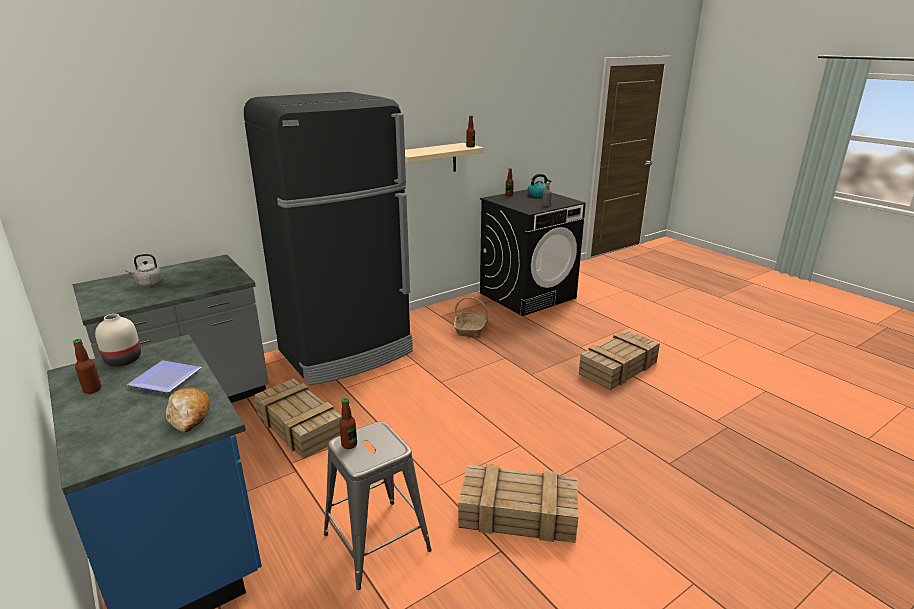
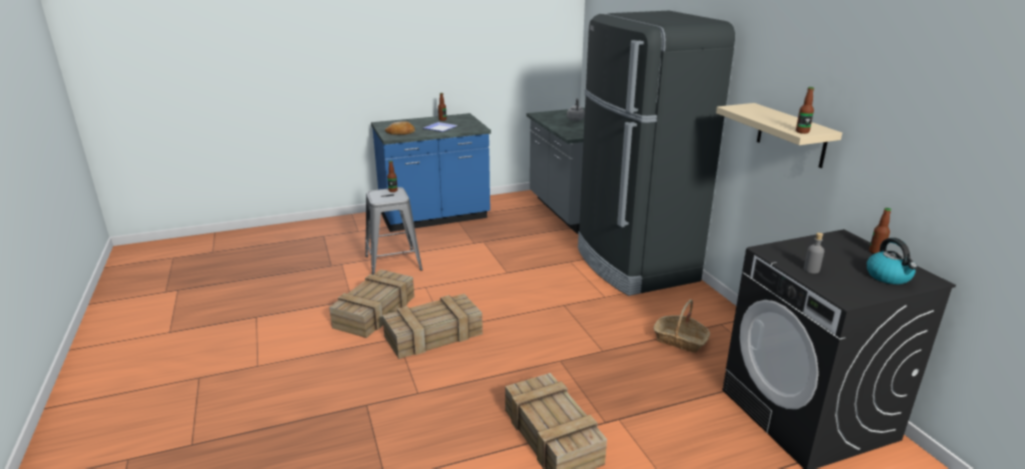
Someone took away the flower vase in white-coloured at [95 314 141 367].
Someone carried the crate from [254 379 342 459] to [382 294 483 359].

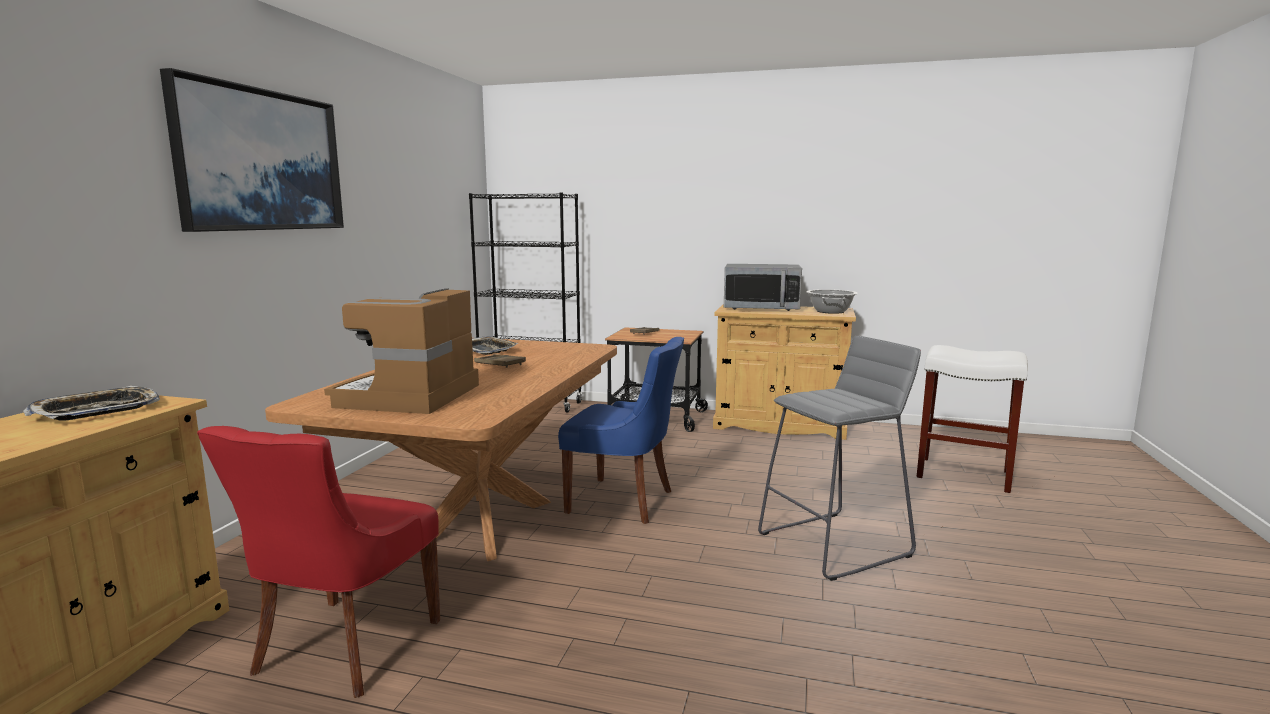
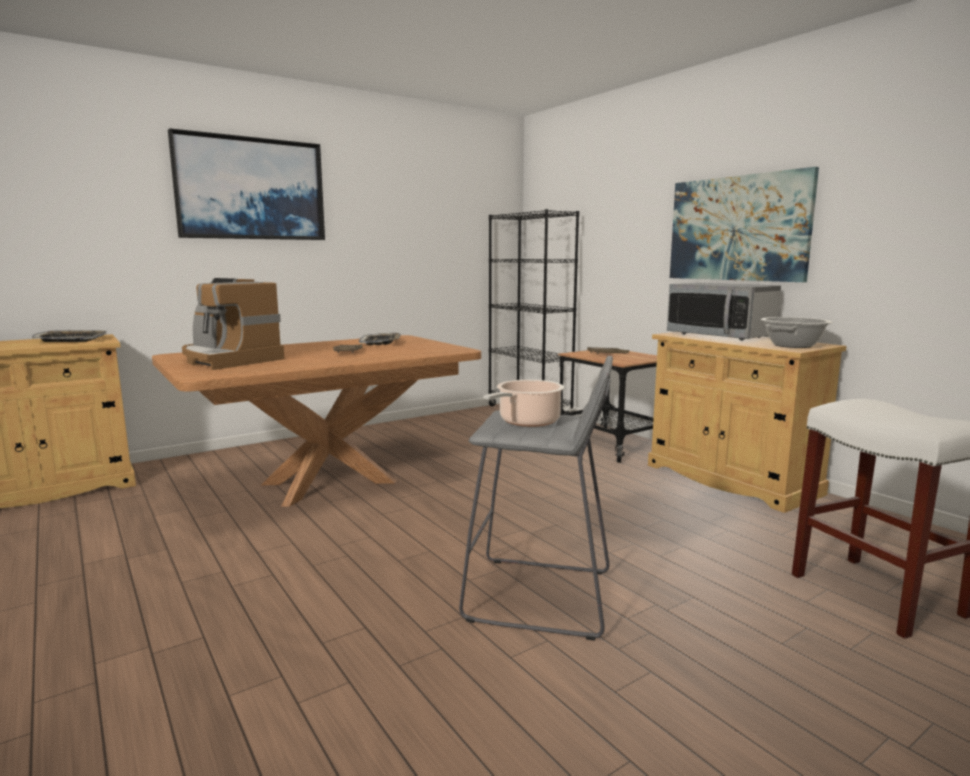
Someone took away the chair in red at [197 426 440 698].
Someone took away the chair in blue at [558 337 684 524].
Someone put down the stockpot at [483 380 564 427].
Someone put up the wall picture at [670 167 819 282].
Someone rotated the coffee machine at [324 288 479 414] by 105 degrees counterclockwise.

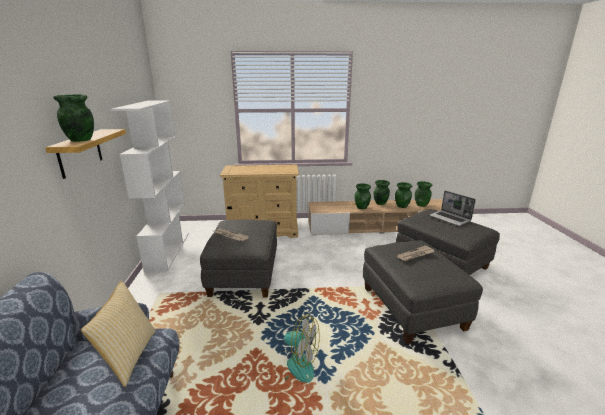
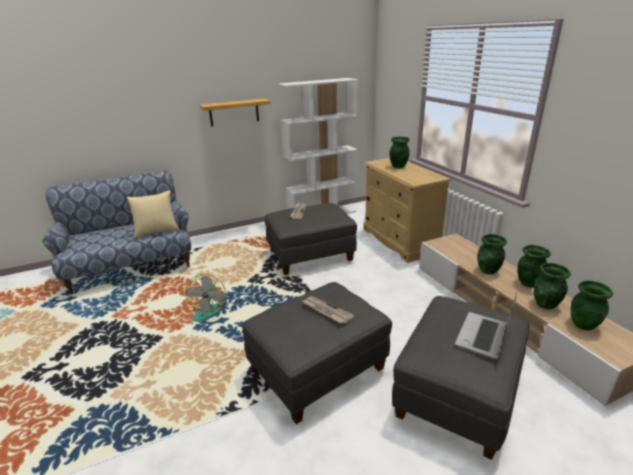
Someone carried the flower vase in green-coloured from [53 94 94 142] to [390 137 410 168].

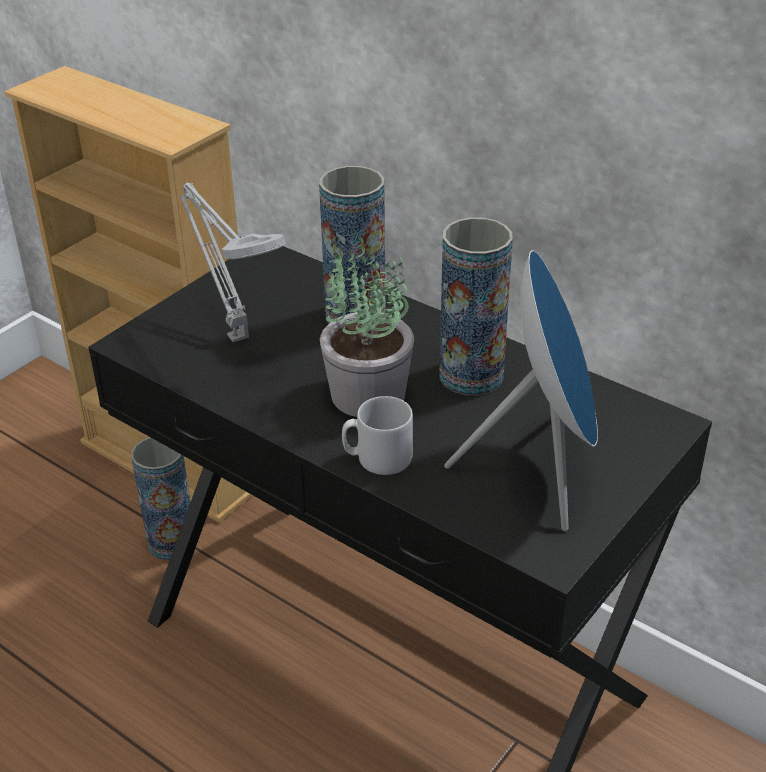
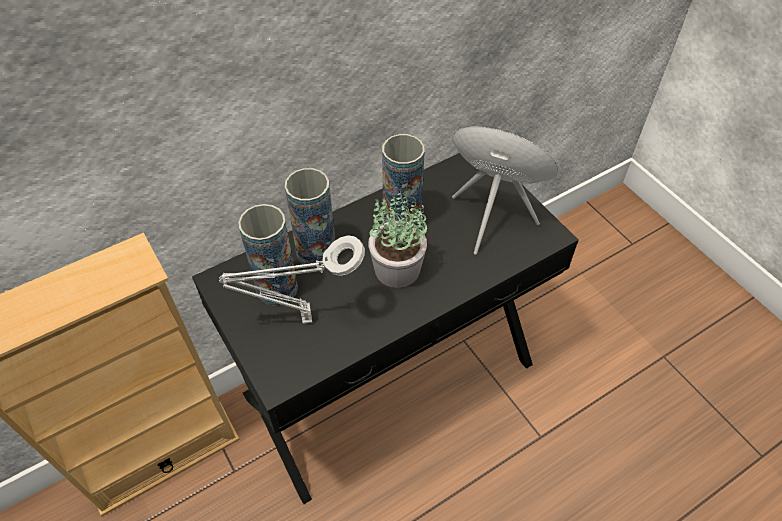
Someone took away the coffee mug in grey at [342 396 413 475].
Someone carried the flower vase from [131 437 191 560] to [238 204 298 306].

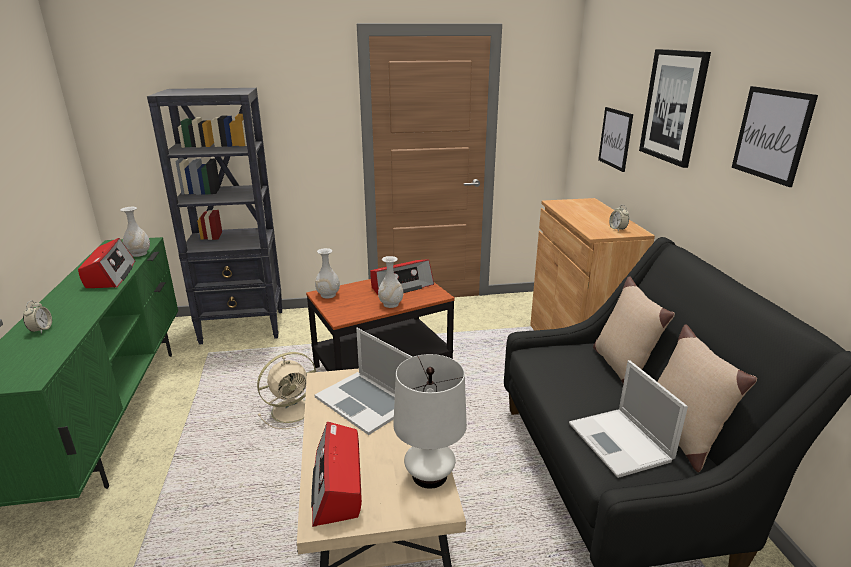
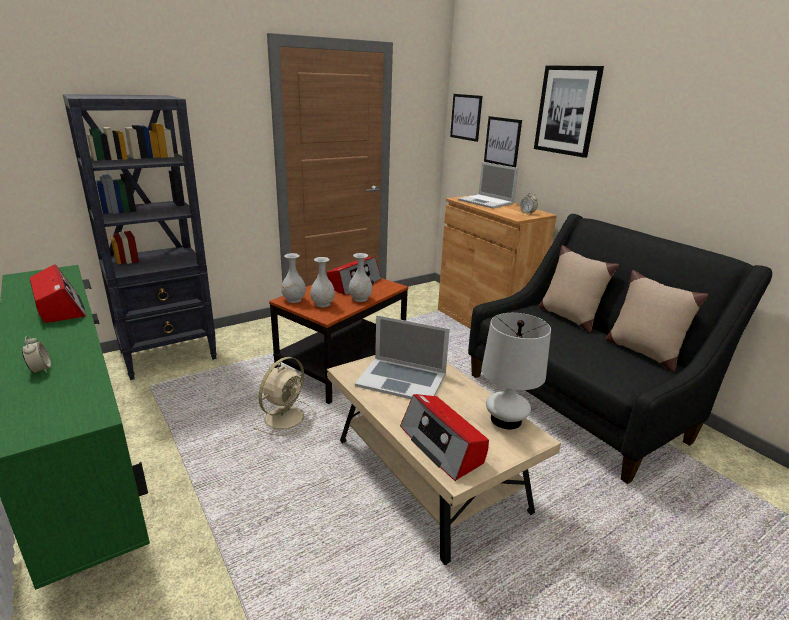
Someone carried the flower vase in white-coloured from [120 207 150 257] to [310 257 335 307].
Someone carried the notebook computer from [569 360 688 478] to [458 162 519 209].
Someone carried the wall picture from [732 86 818 187] to [450 94 482 142].

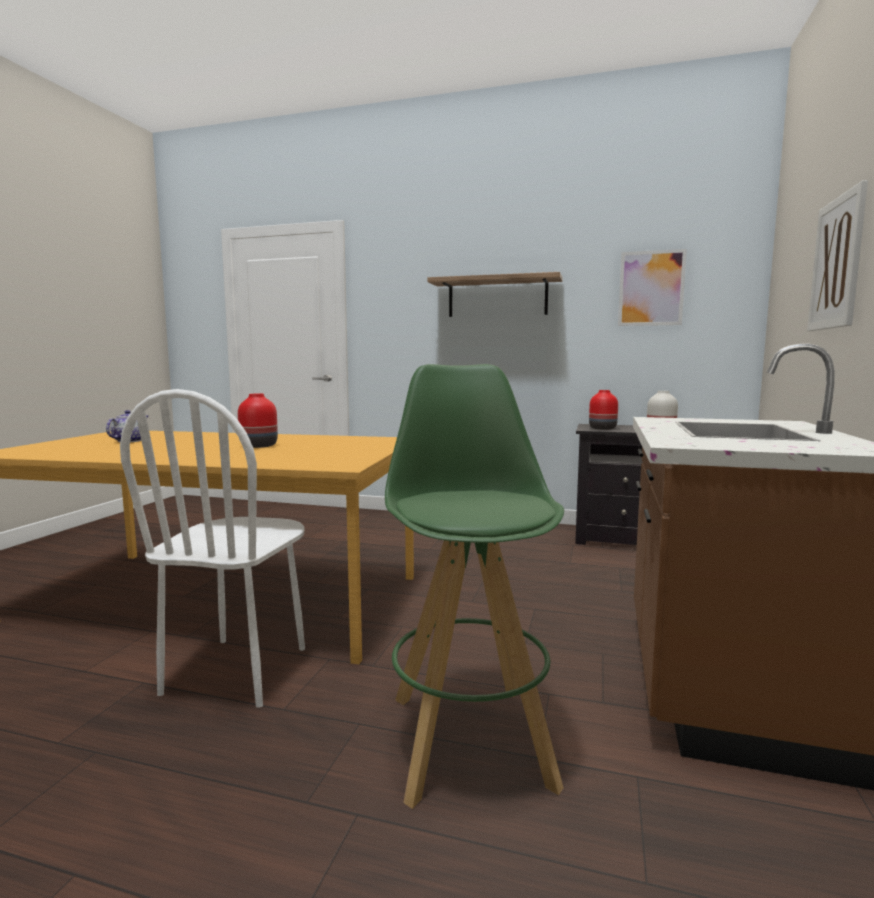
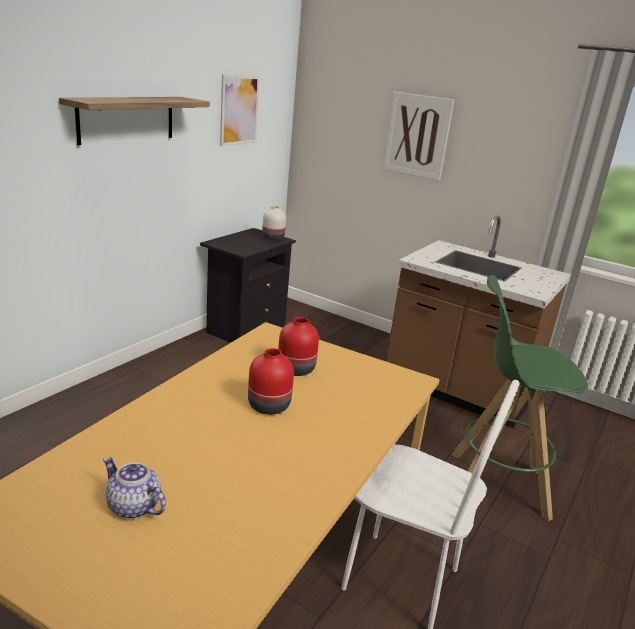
Someone carried the flower vase in red from [589 390 618 430] to [278 317 319 376].

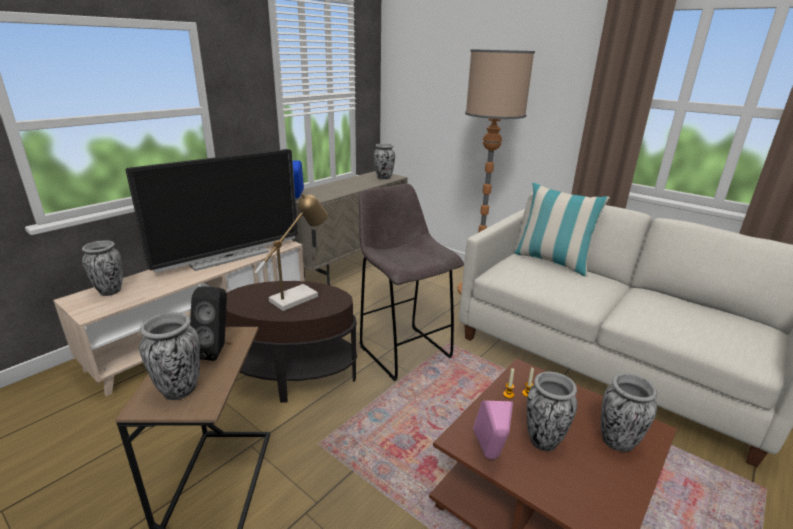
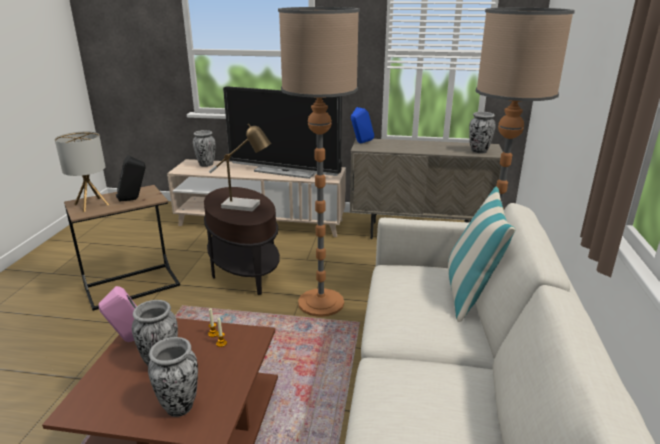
Someone swapped the flower vase at [139 312 200 400] for the tabletop lamp at [55 131 109 212].
Someone swapped the stool in grey at [359 184 464 381] for the standard lamp at [278 7 360 317].

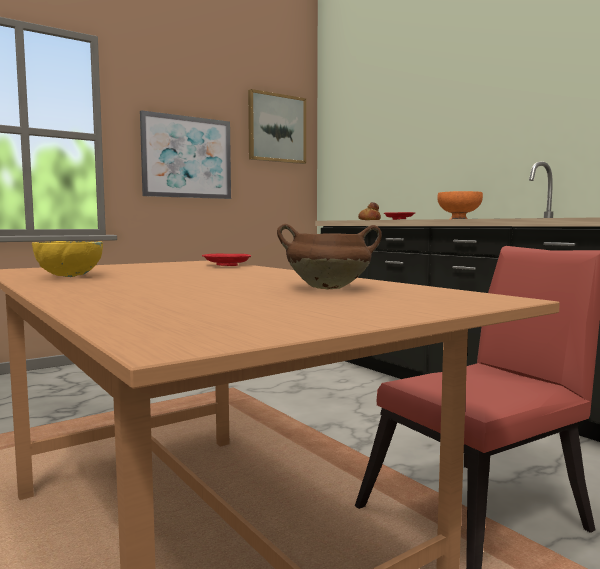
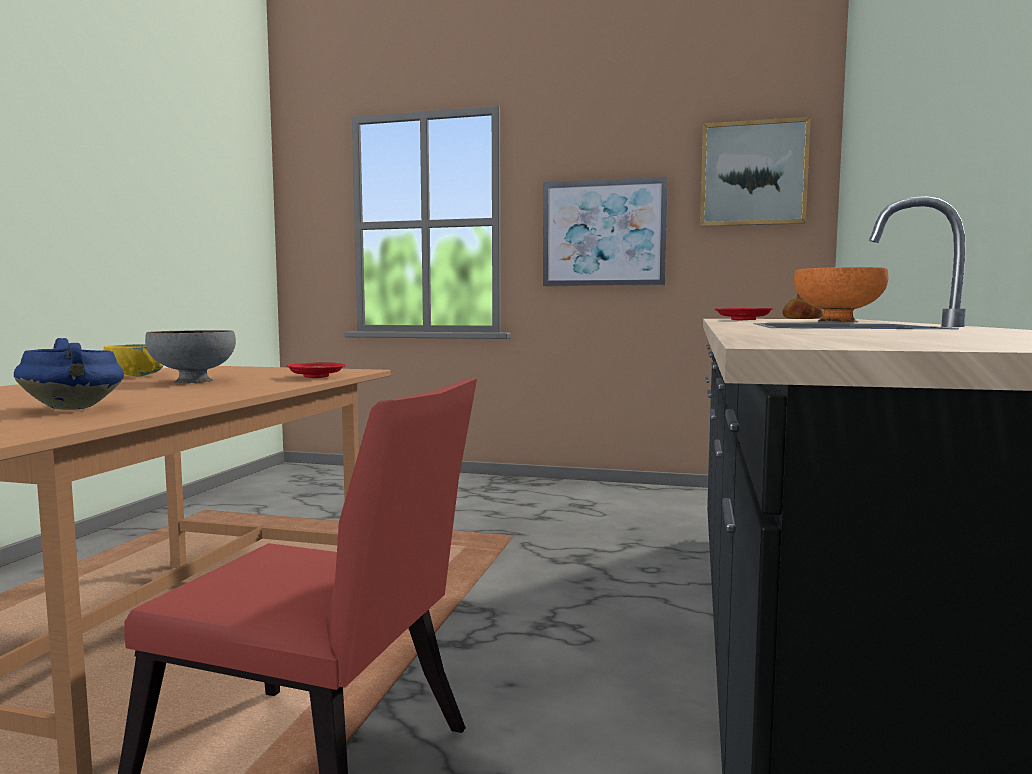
Someone put down the serving bowl in grey at [145 330 236 383].
Someone repainted the stockpot in brownish at [277 224 382 290], which became the stockpot in blue at [14 338 124 410].

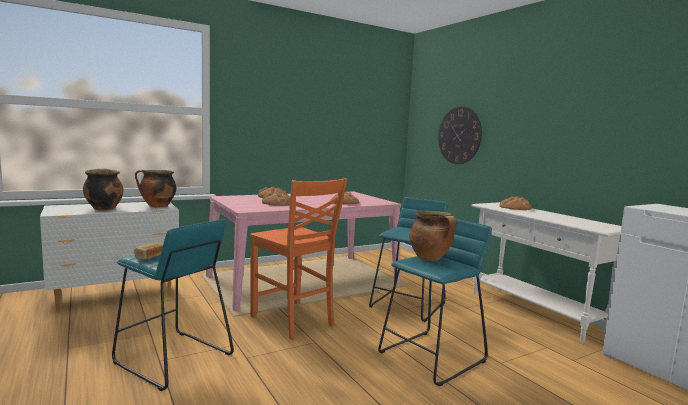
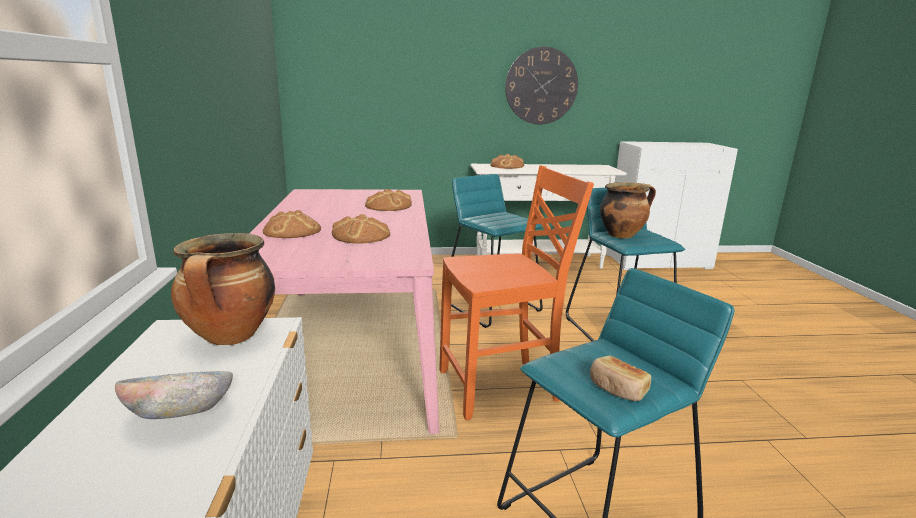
Someone carried the wall clock from [438 106 482 164] to [505 47 578 124].
Someone swapped the stockpot at [83 169 124 211] for the serving bowl at [115 371 233 419].

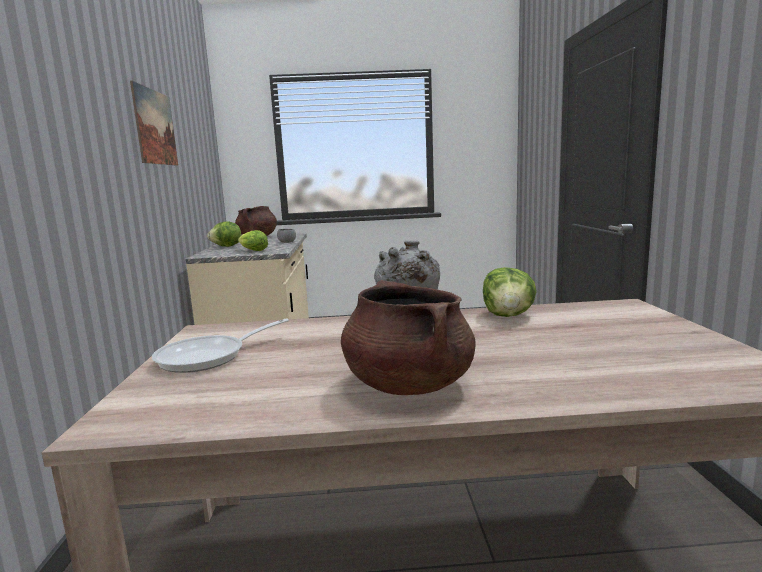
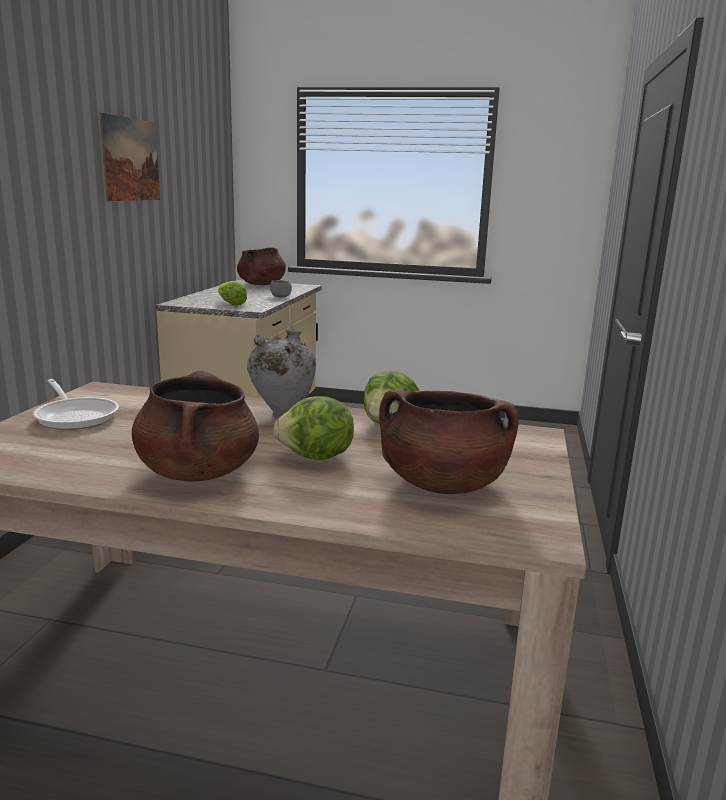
Someone put down the stockpot in brownish at [379 390 518 494].
Someone carried the lettuce from [207 221 241 247] to [273 396 354 460].
Someone rotated the frying pan at [152 318 289 373] by 105 degrees counterclockwise.

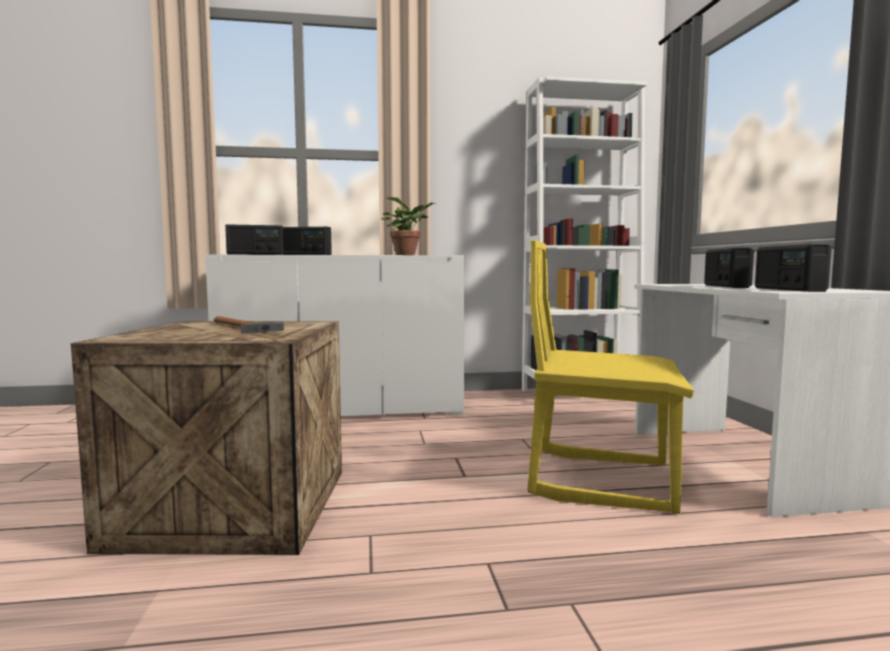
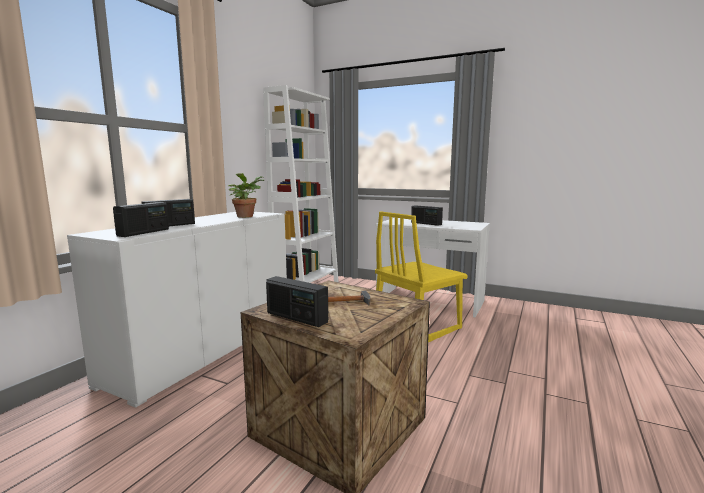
Someone carried the radio from [755 244 832 292] to [266 276 328 327].

